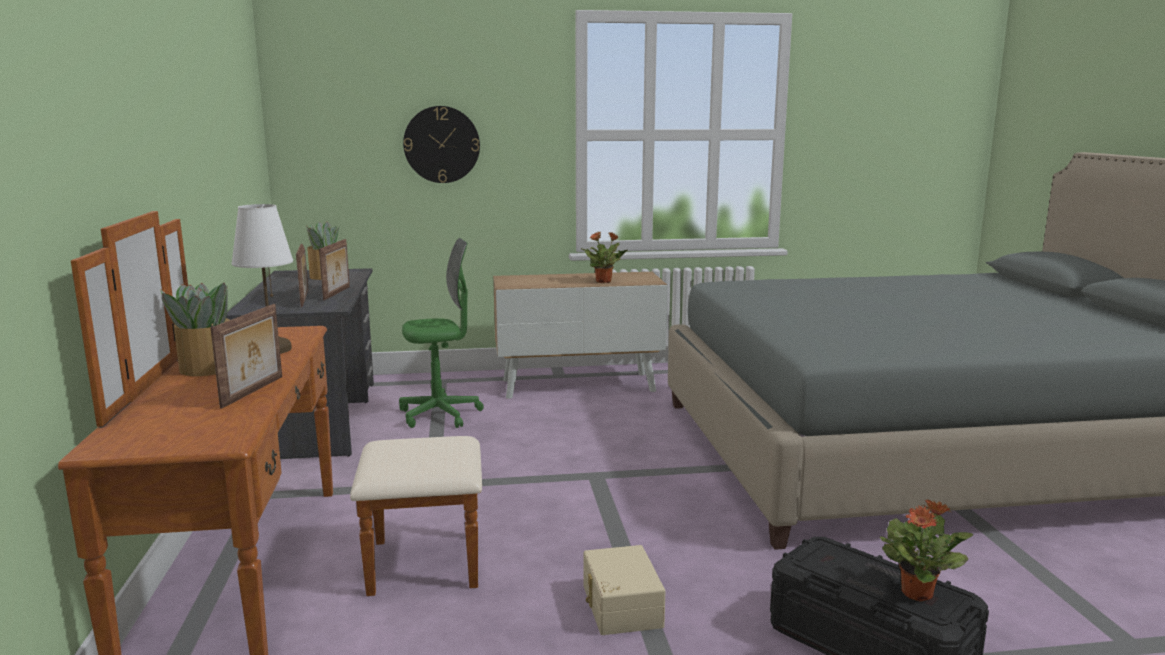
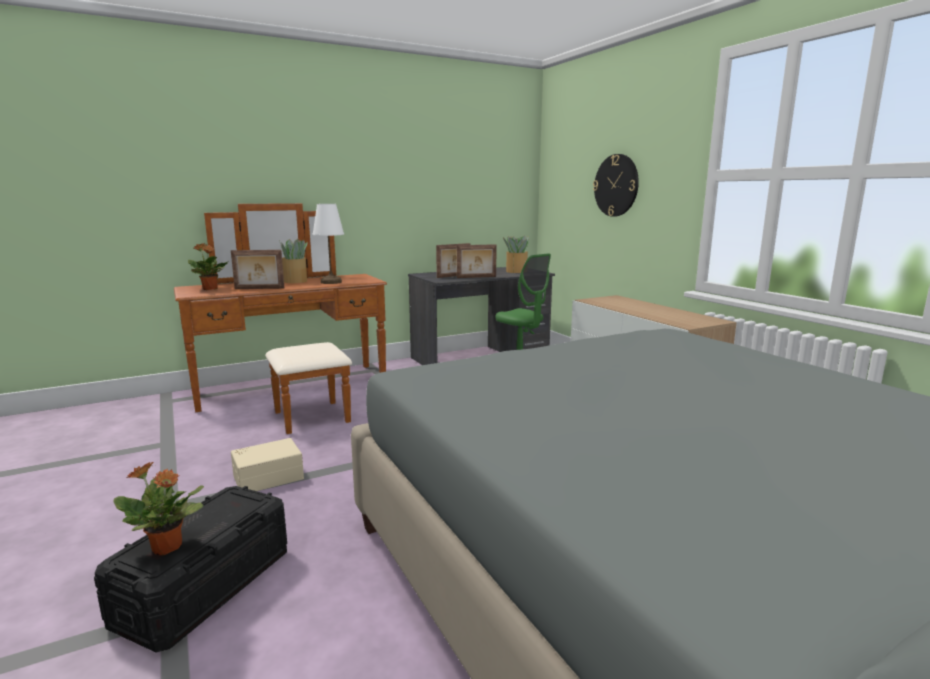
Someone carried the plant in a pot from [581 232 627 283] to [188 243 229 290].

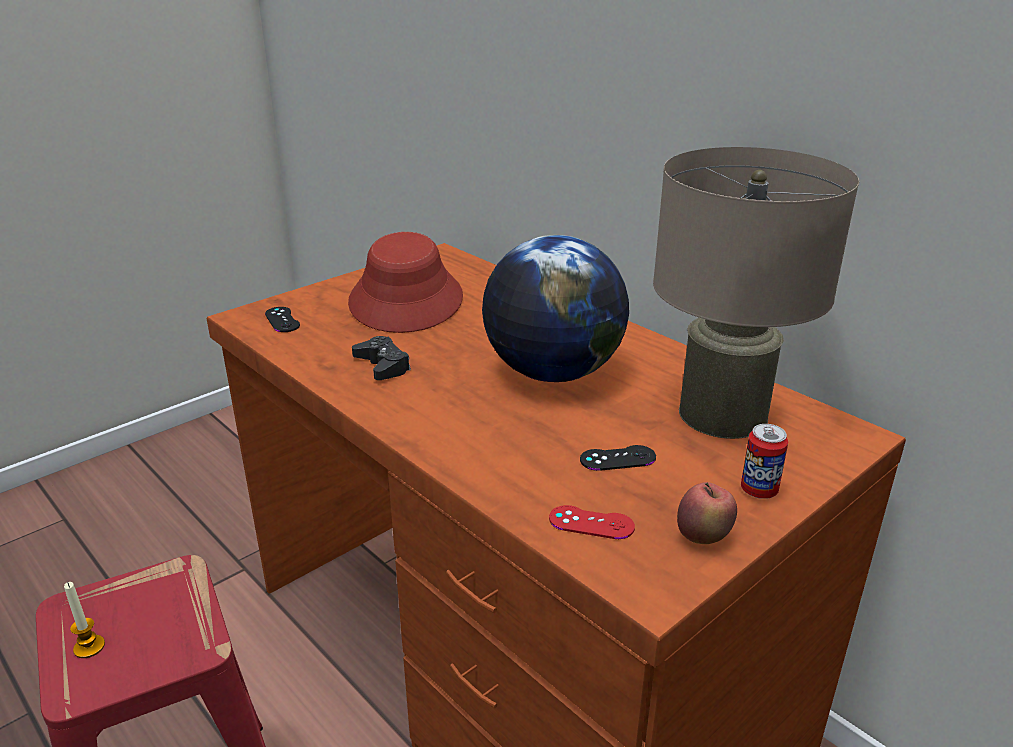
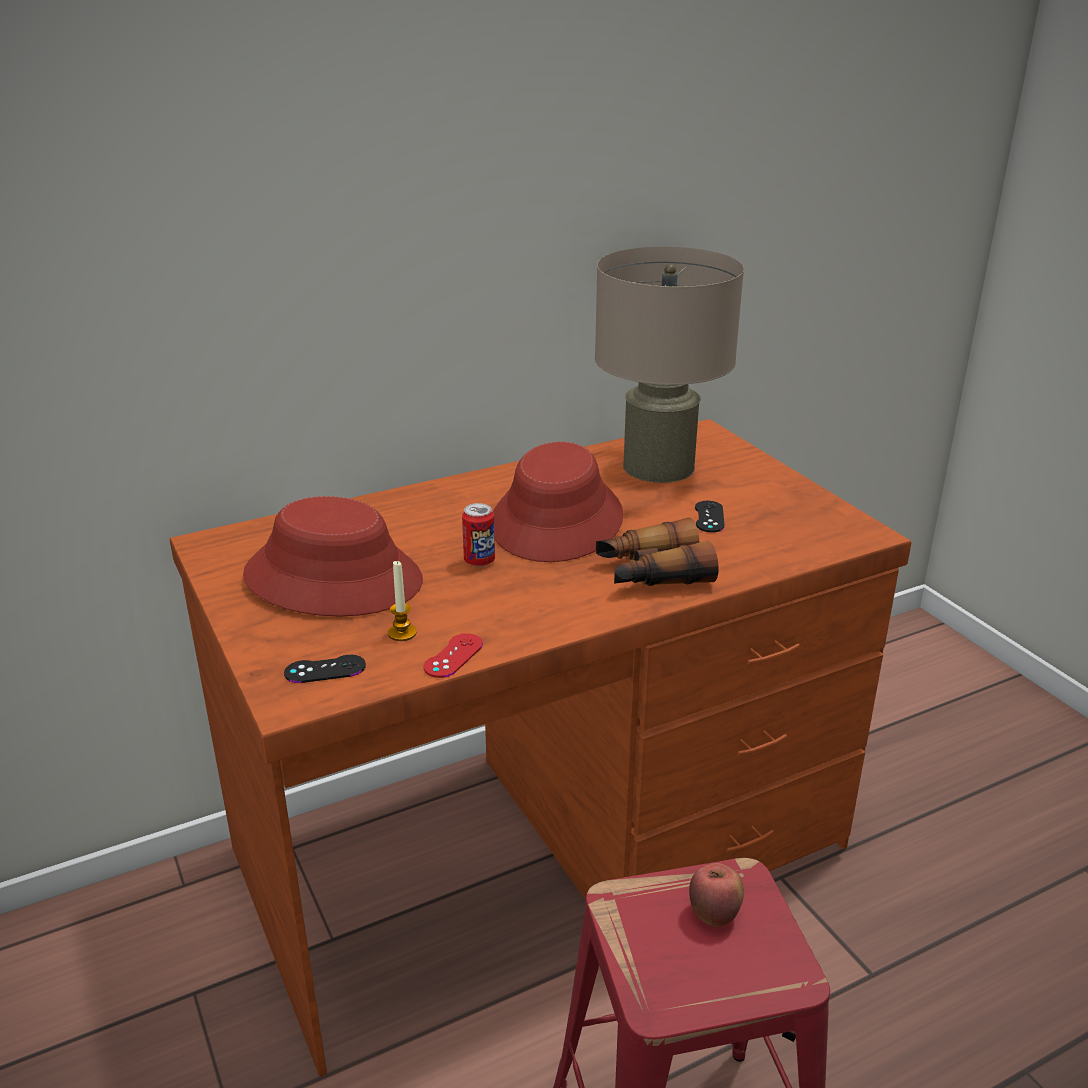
Someone took away the joypad in black-coloured at [352 336 411 380].
Someone put down the binoculars at [596 518 719 586].
Someone carried the wax light from [64 582 105 658] to [388 561 417 641].
Someone carried the joypad in red from [549 505 635 539] to [424 633 483 678].
Someone carried the apple from [677 482 737 544] to [689 863 744 927].
Someone carried the metal can from [741 424 788 499] to [462 503 495 567].
Someone swapped the globe at [482 235 629 382] for the wearable hat in red at [493 442 623 562].

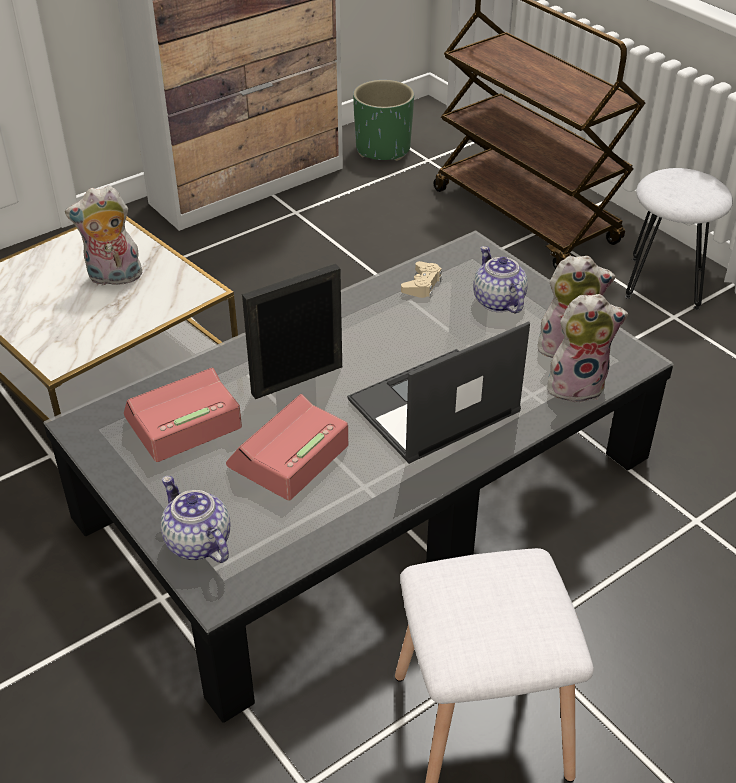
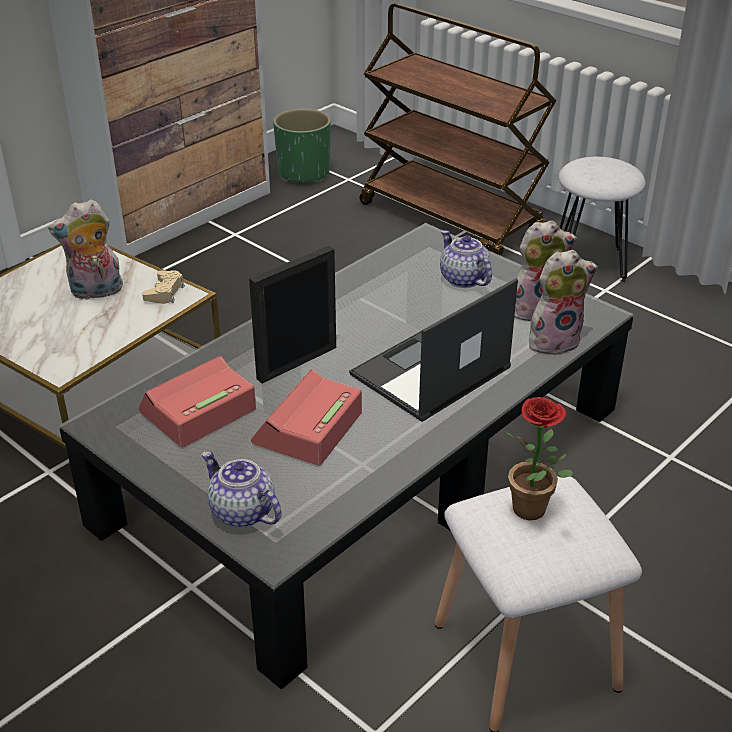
Someone put down the plant in a pot at [506 397 573 520].
Someone carried the joypad in beige from [401 261 442 298] to [142 270 185 304].

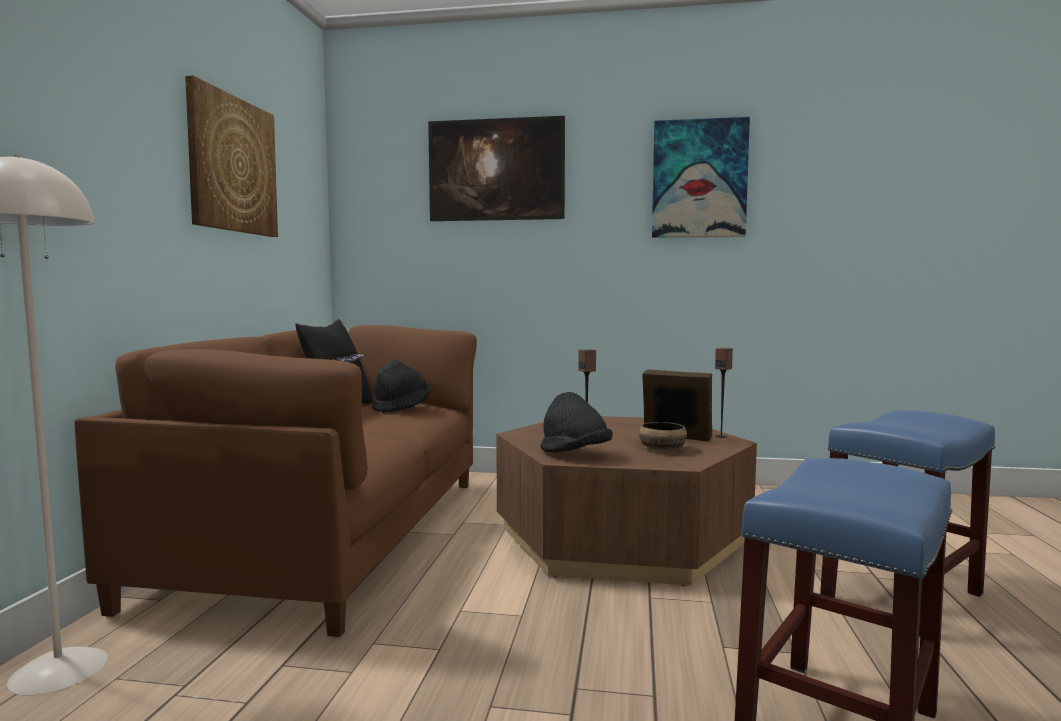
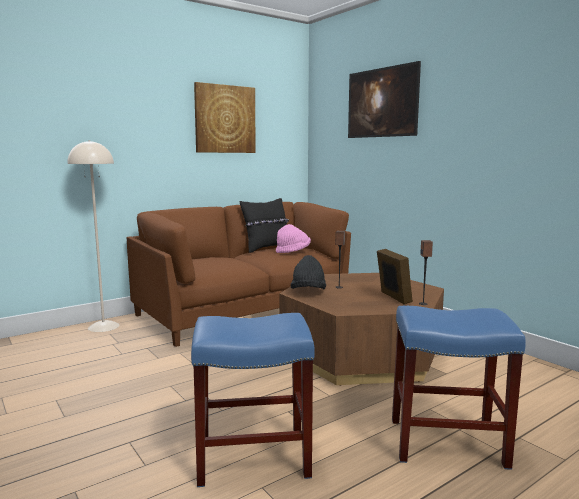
Someone took away the serving bowl at [639 422 687 451].
Someone took away the wall picture at [652 117 750 238].
Someone repainted the wearable hat in black-coloured at [372 360 430 413], which became the wearable hat in pinkish at [276 224 311 253].

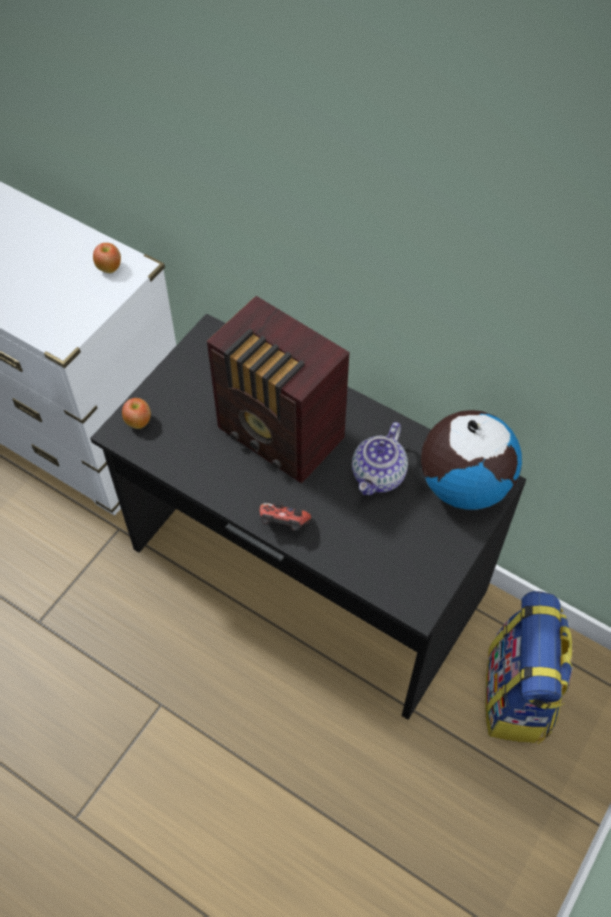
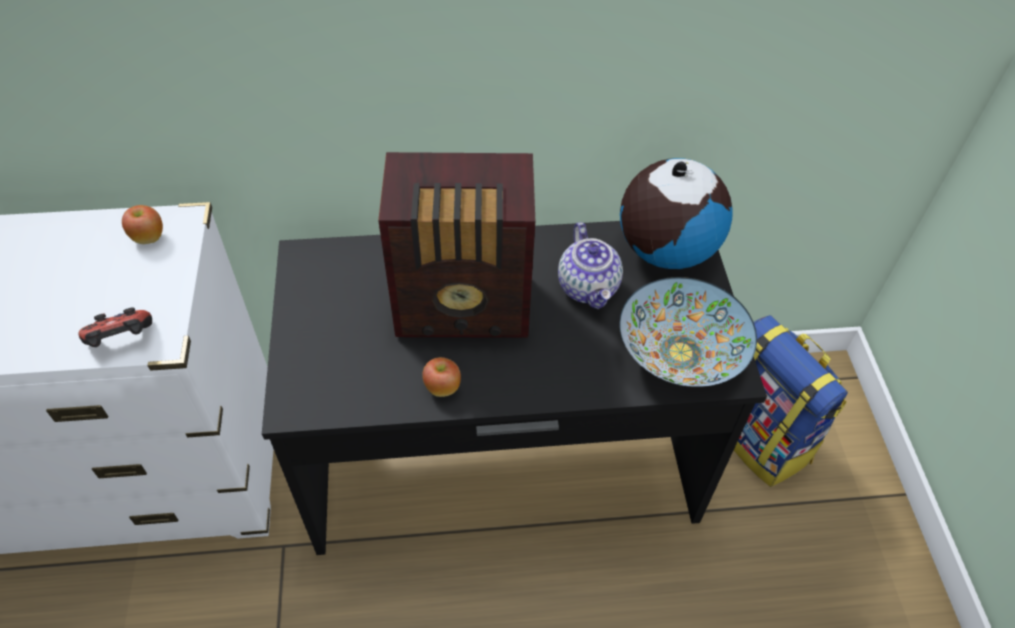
Someone put down the serving bowl at [620 277 757 387].
Someone carried the apple from [122 398 151 429] to [422 357 461 397].
Someone carried the joypad from [259 501 311 531] to [78 307 152 347].

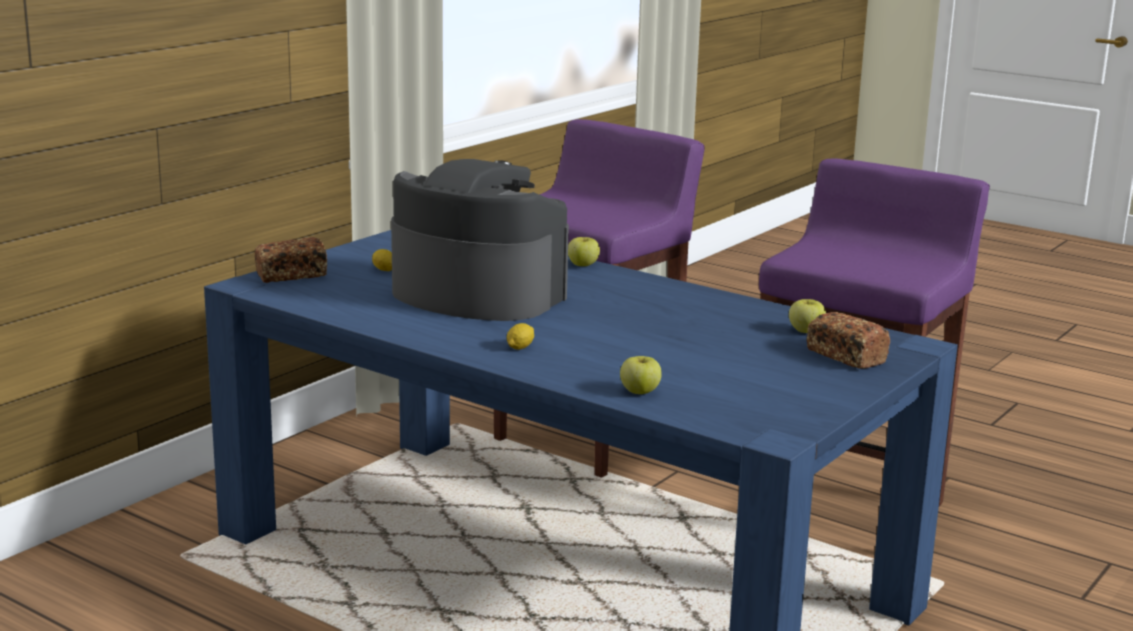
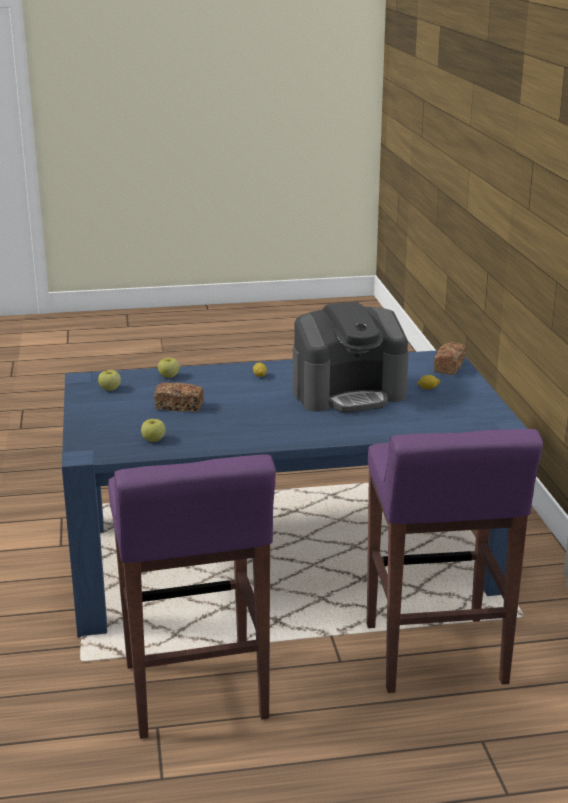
Someone carried the apple from [568 237 600 266] to [98 370 121 391].
Someone carried the baked bread from [807 312 890 368] to [154 382 204 412].

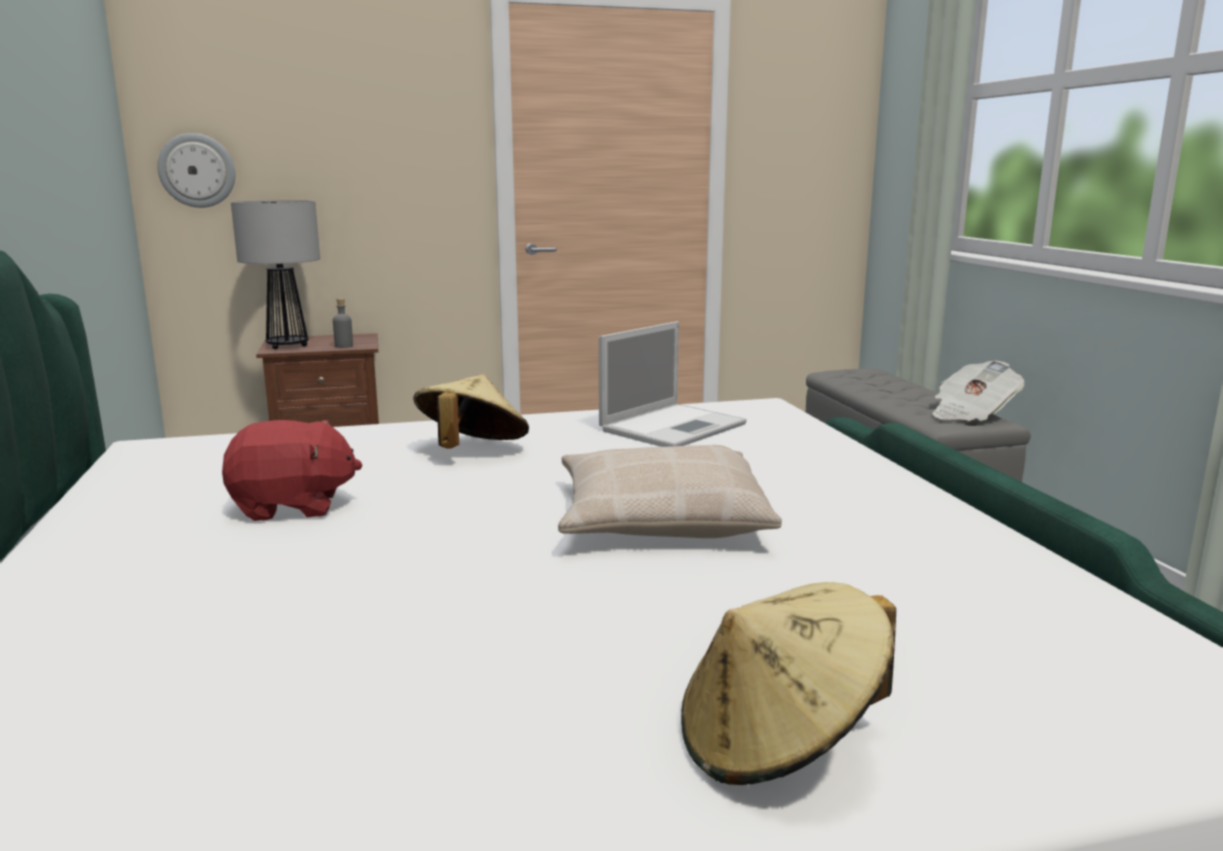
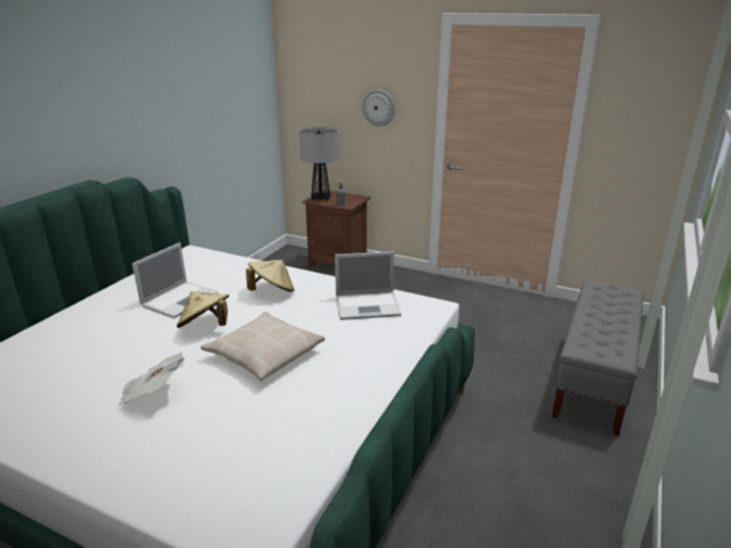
Someone carried the wall clock from [157 133 235 208] to [362 89 395 126].
Someone carried the wearable hat in beige from [681 582 896 785] to [177 291 229 328].
Someone carried the printed paper from [933 361 1024 421] to [118 352 185 406].
Someone swapped the soft toy in red at [222 420 362 521] for the notebook computer at [132 243 218 319].

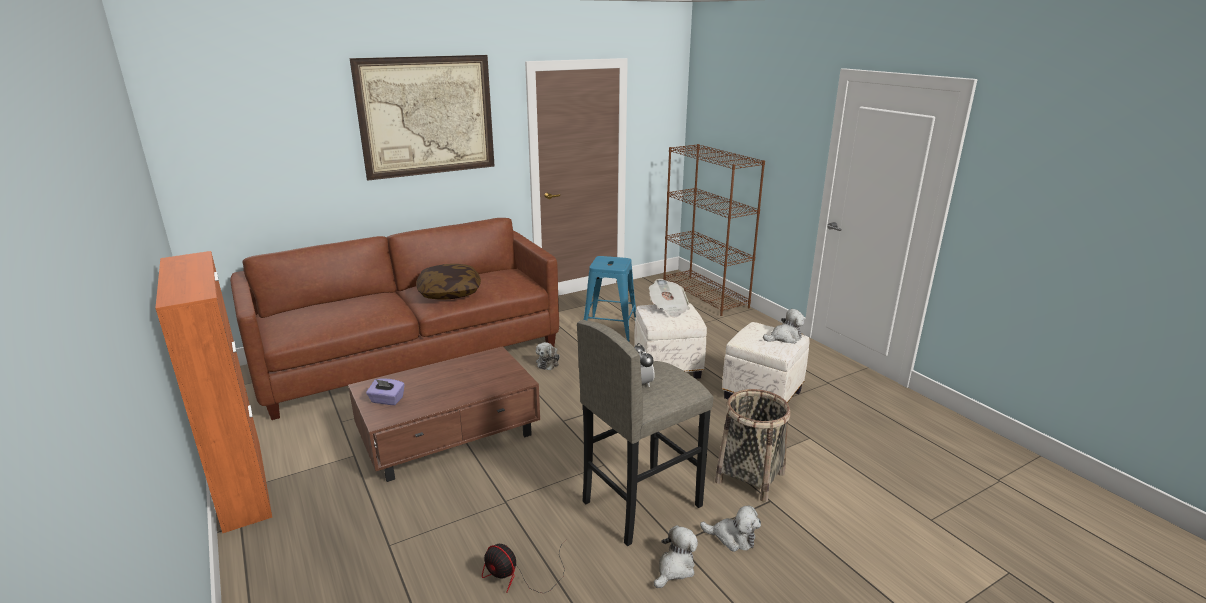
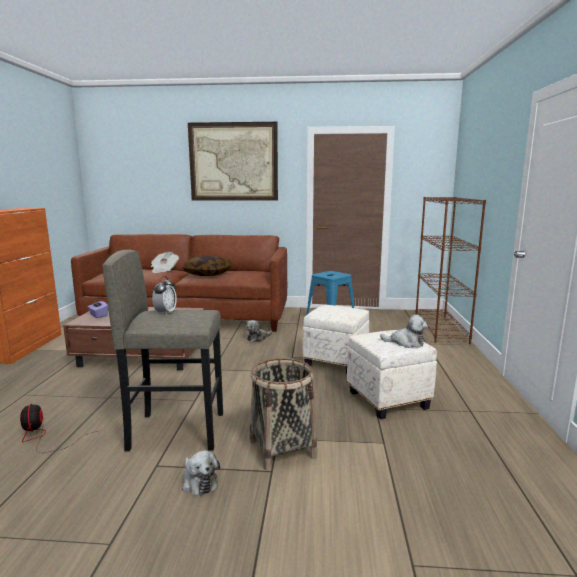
Someone took away the soft toy at [654 525 698 588].
Someone carried the printed paper from [649 279 690 318] to [151 252 179 273].

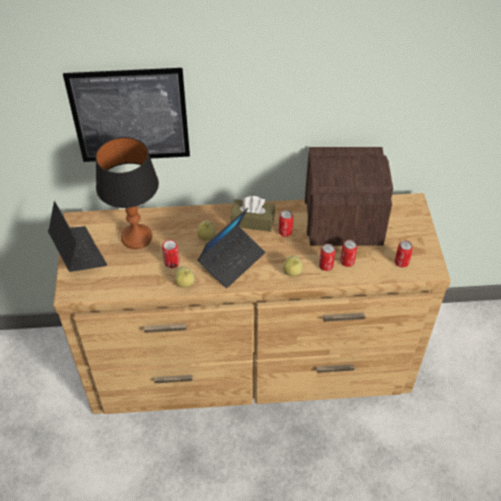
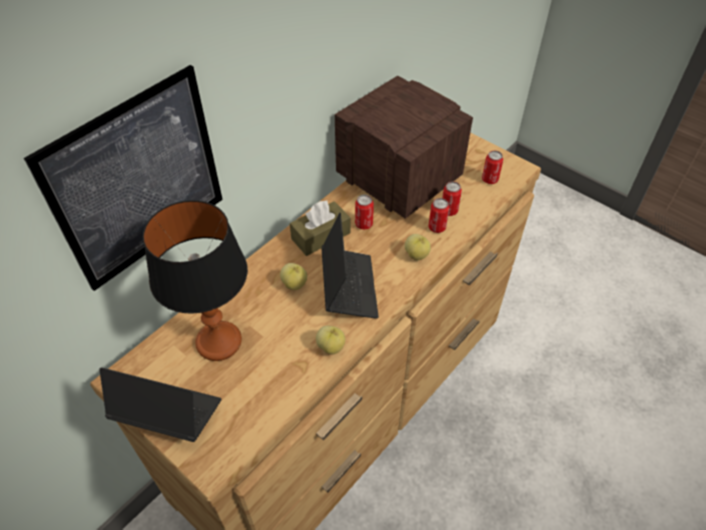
Someone took away the metal can at [162 240 180 268].

